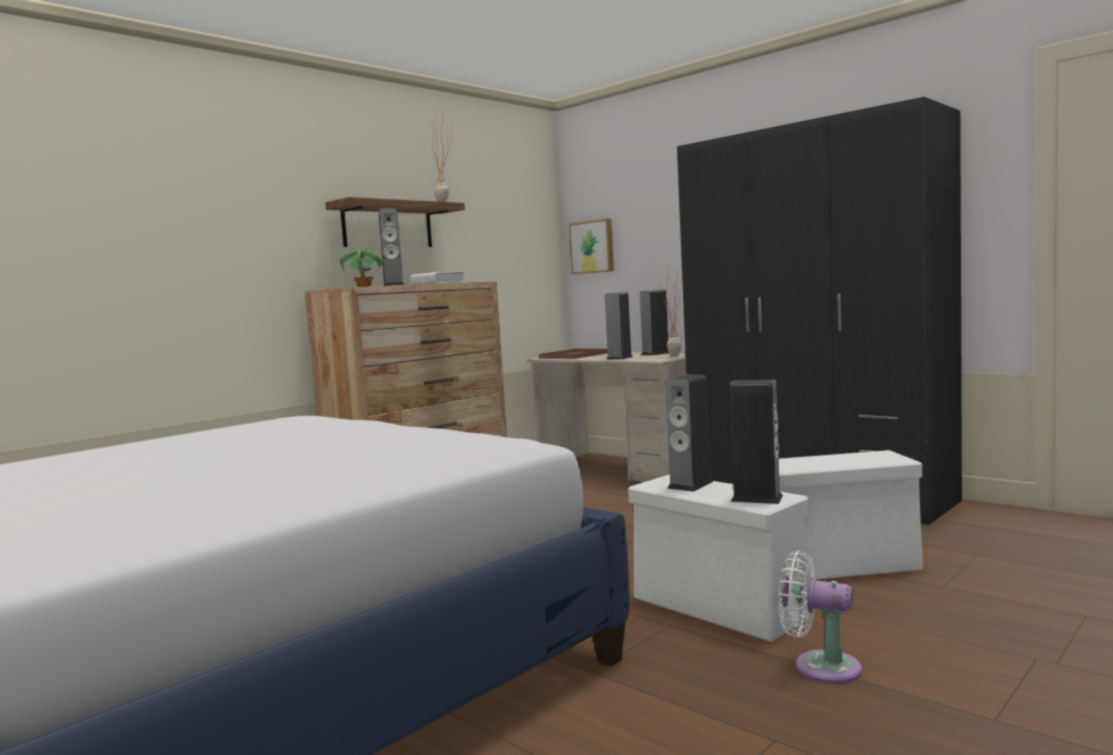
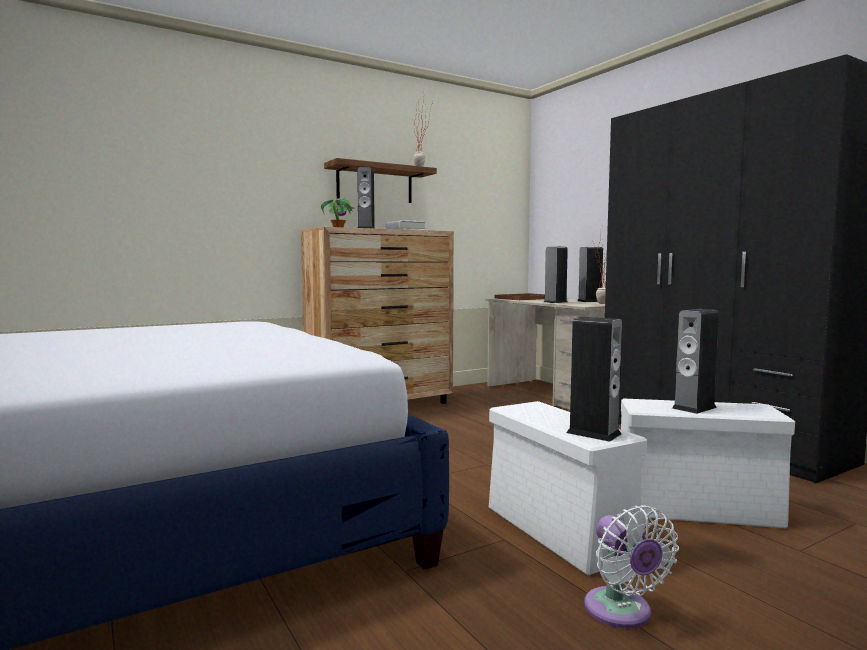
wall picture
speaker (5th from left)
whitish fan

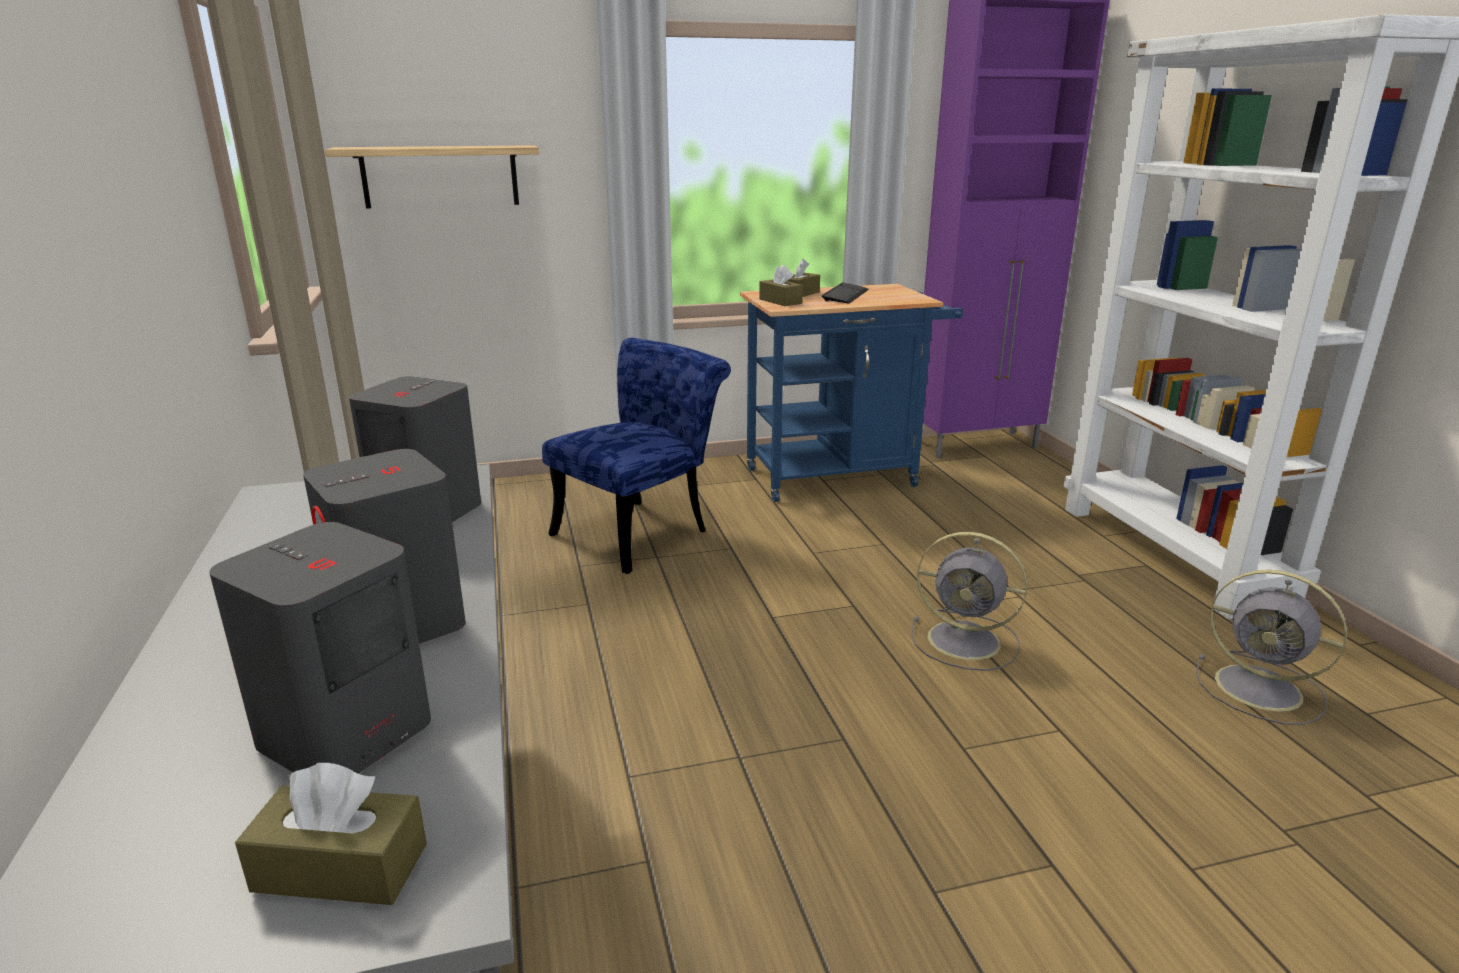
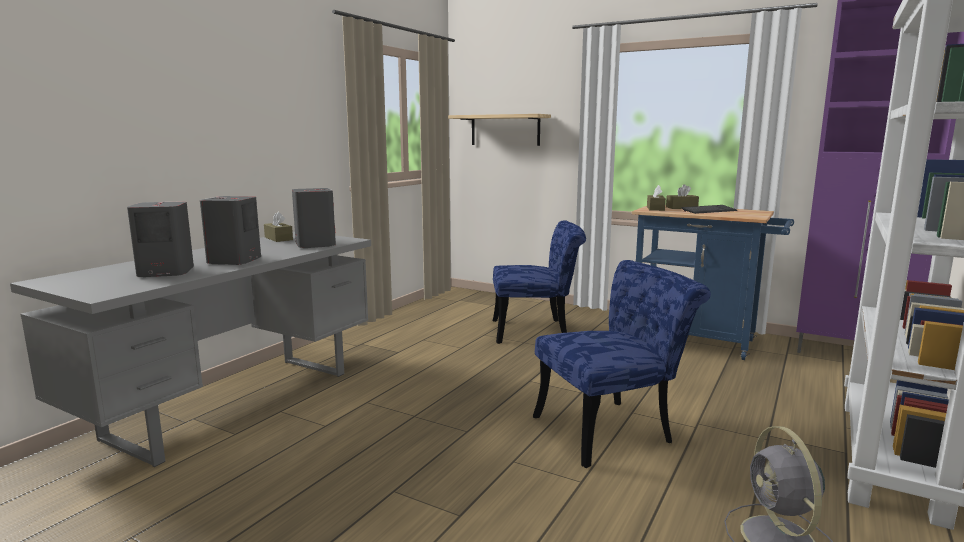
brownish tissue holder (1st from left)
blue chair (2nd from left)

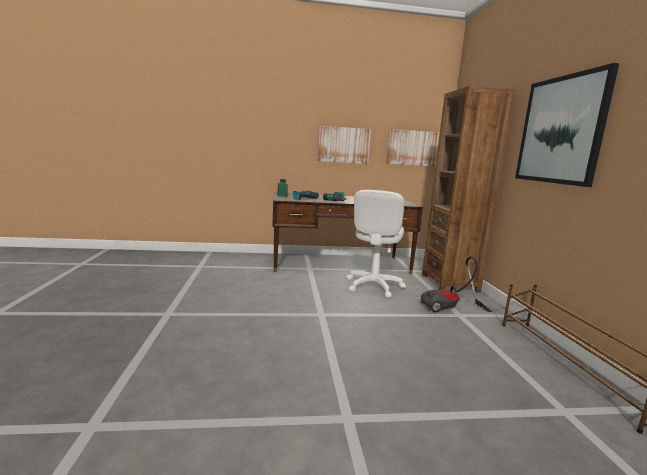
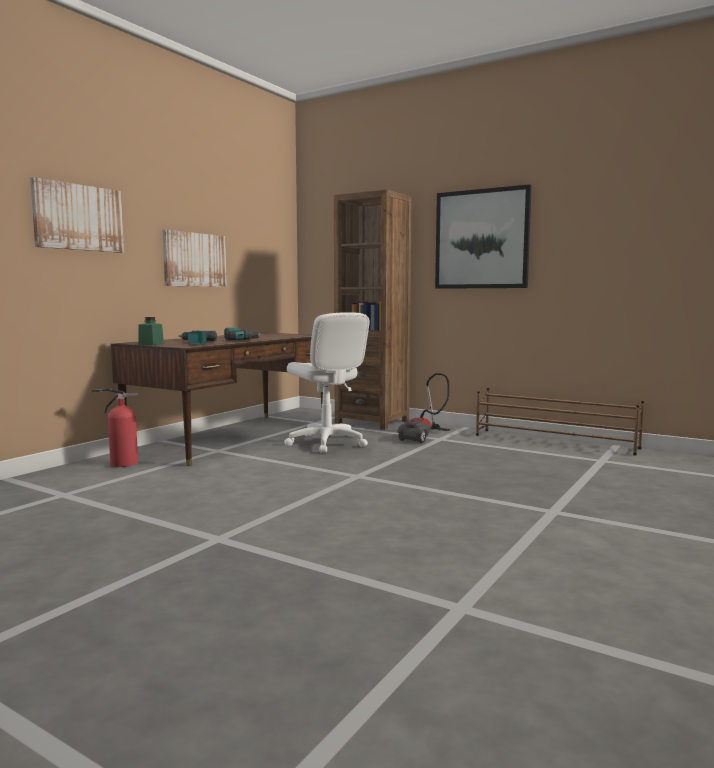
extinguisher
wall picture (1st from left)

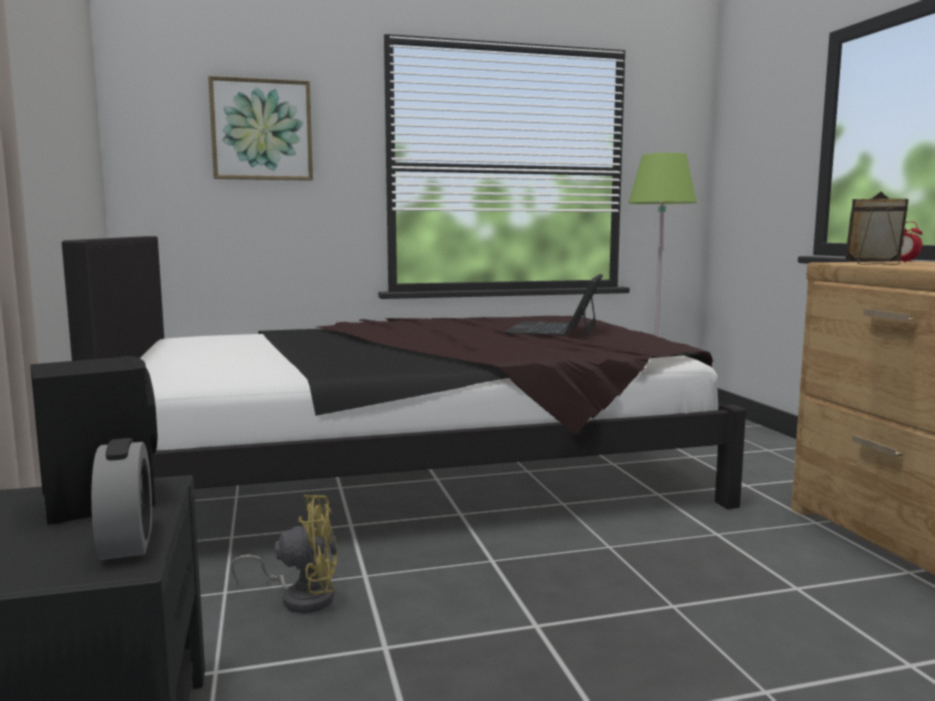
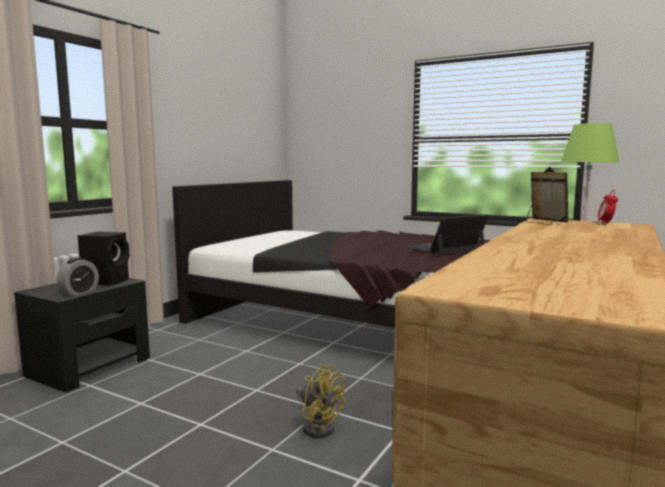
wall picture
yellow fan

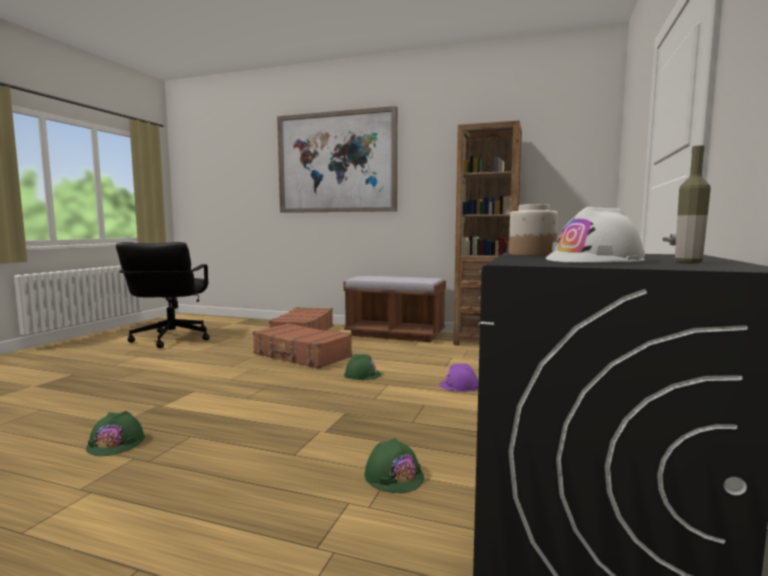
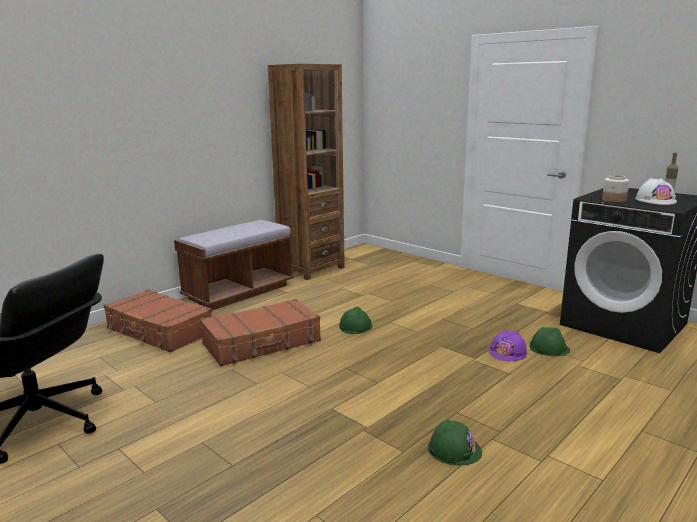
wall picture
purplish work helmet

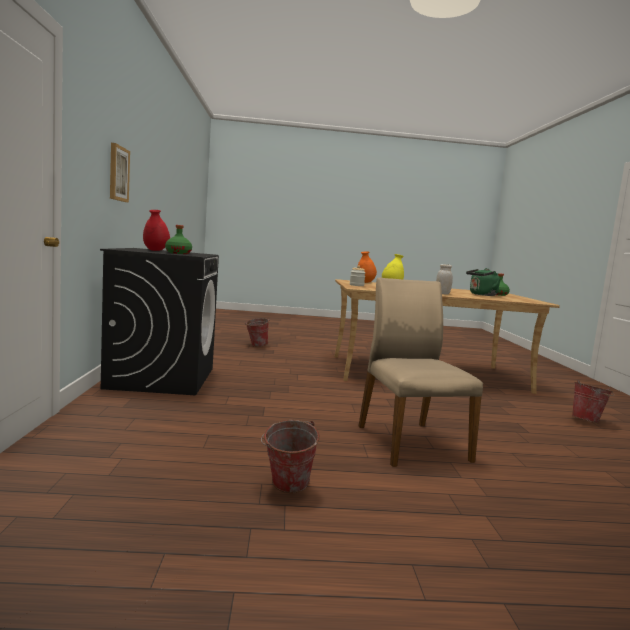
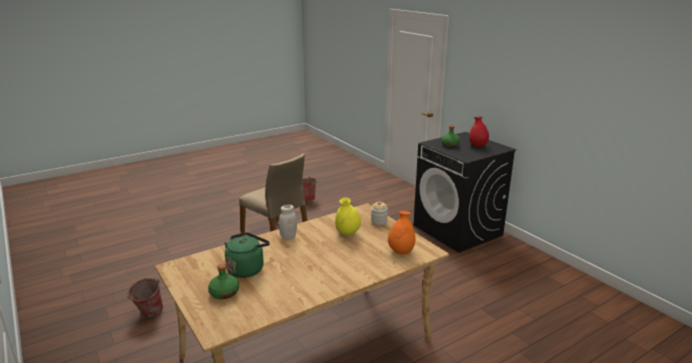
wall picture
pail (1st from left in the first image)

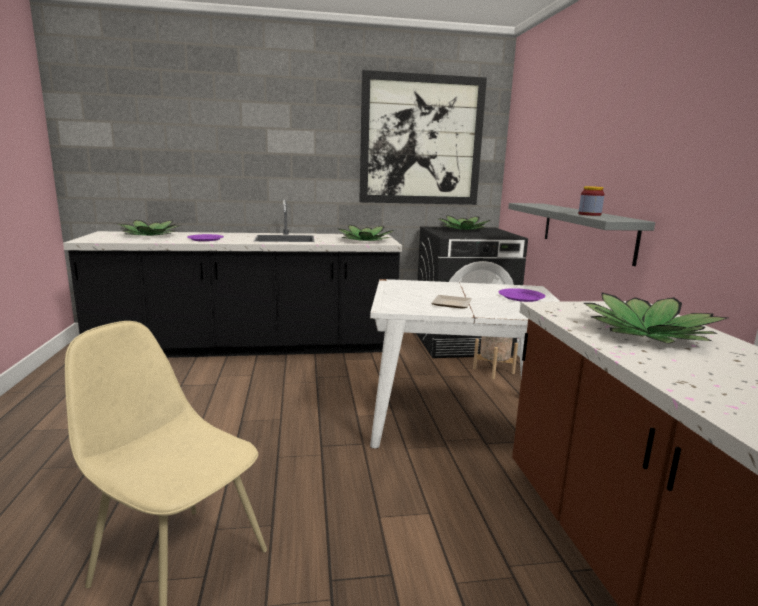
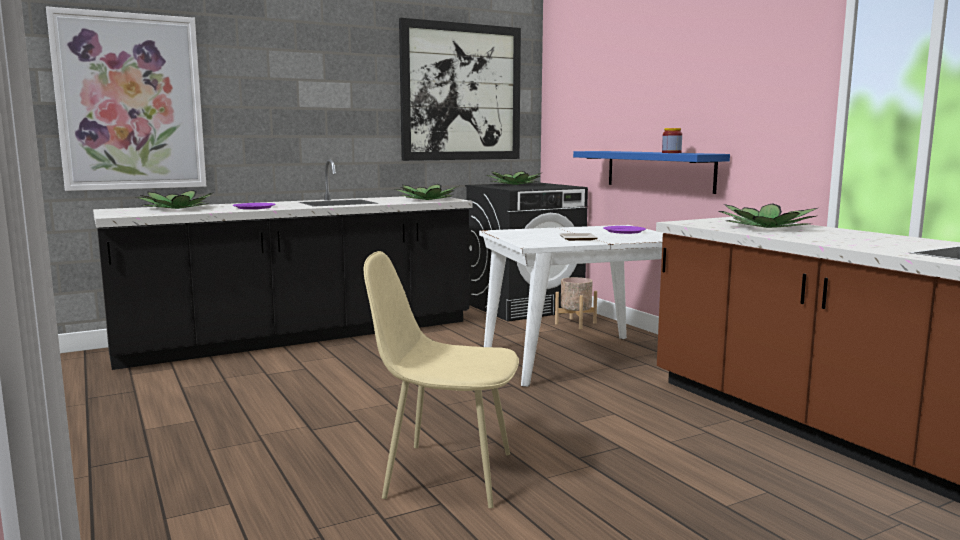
wall picture (1st from left)
blue shelf

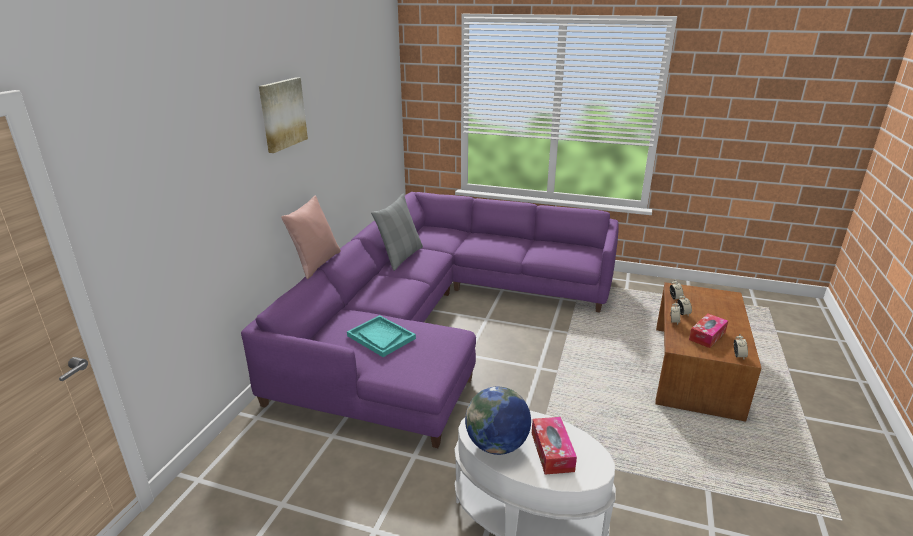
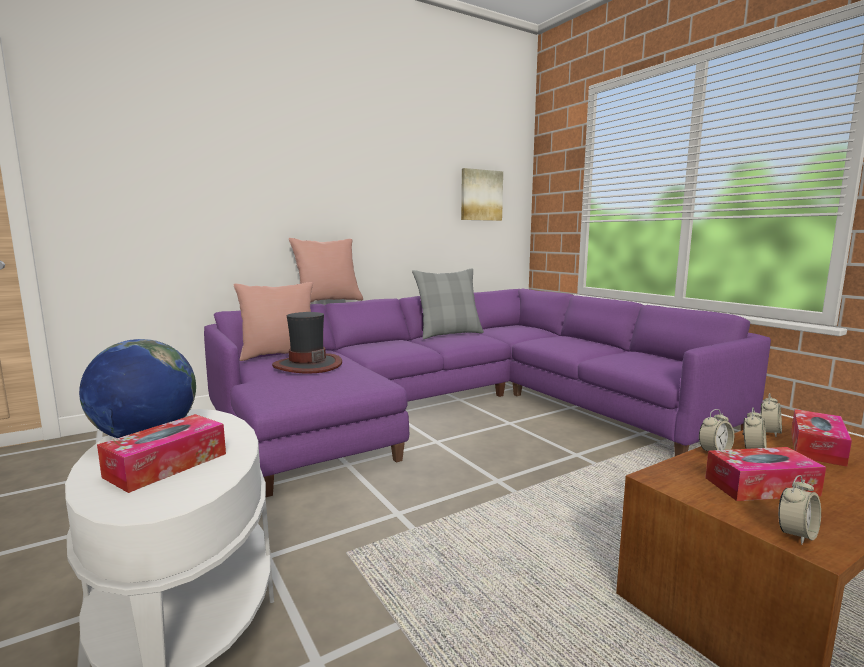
pink cushion (1st from left)
tissue holder (3rd from left)
wall picture
clothing hat

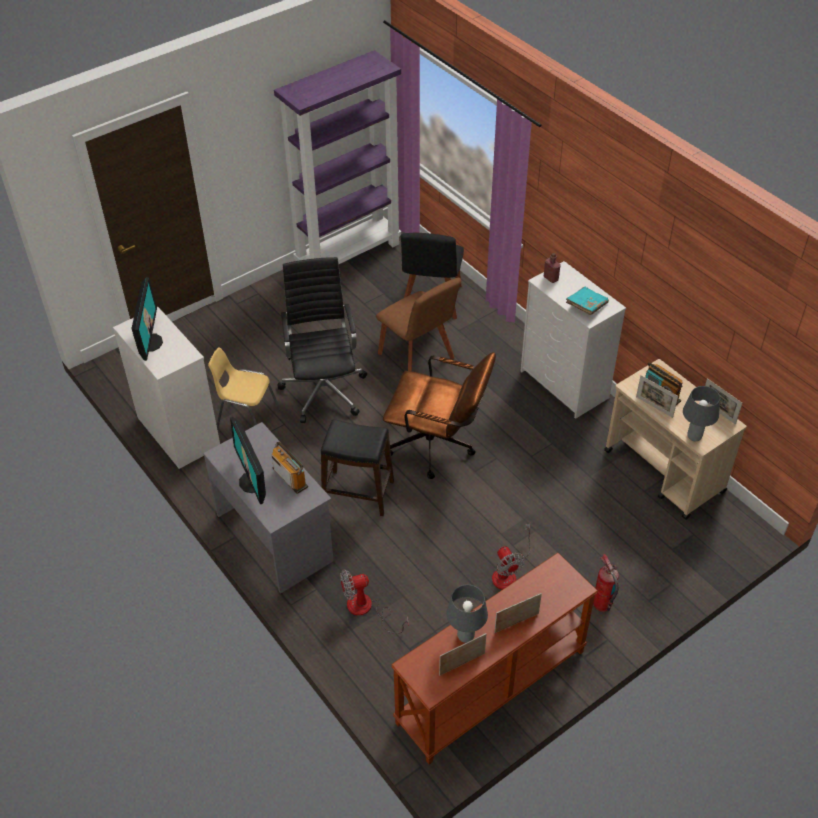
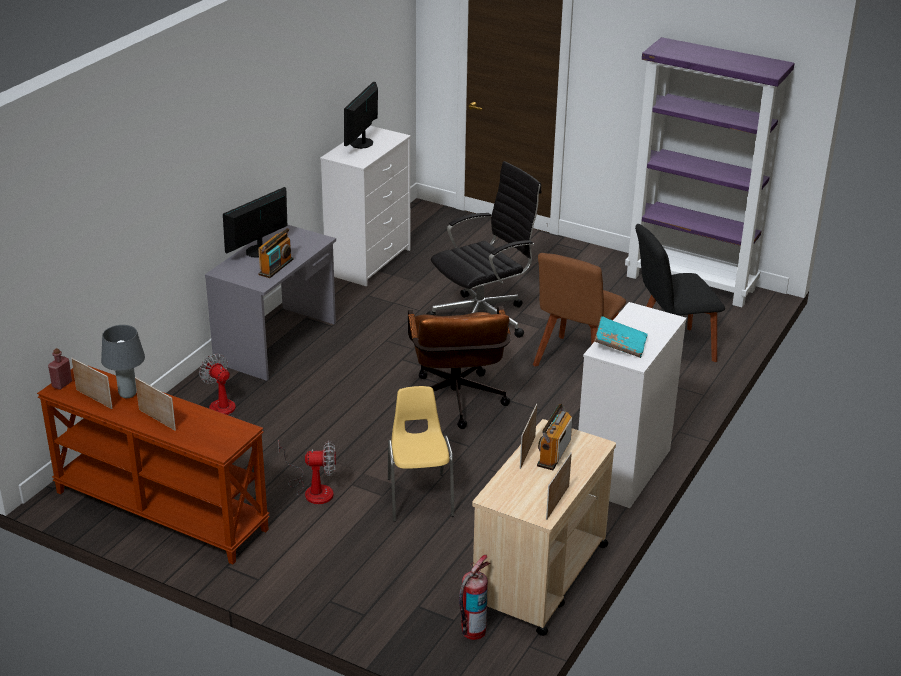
black sitting stool
gray tabletop lamp (2nd from left in the first image)
yellow chair
reddish beverage bottle
extinguisher
computer screen (2nd from left)
fan (2nd from left)

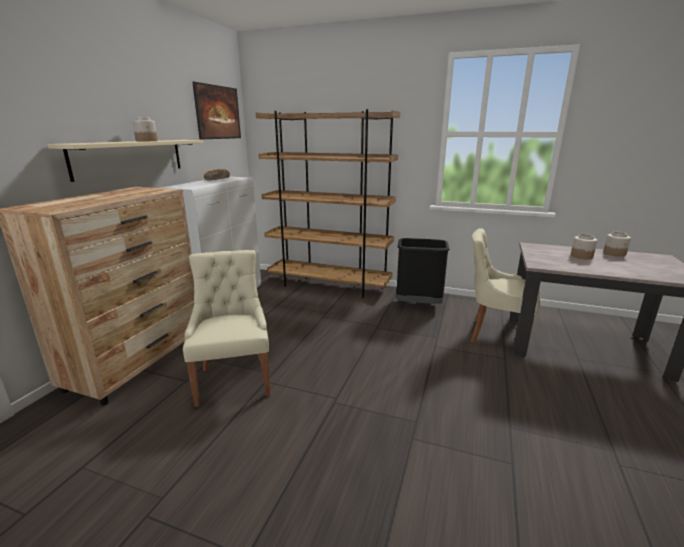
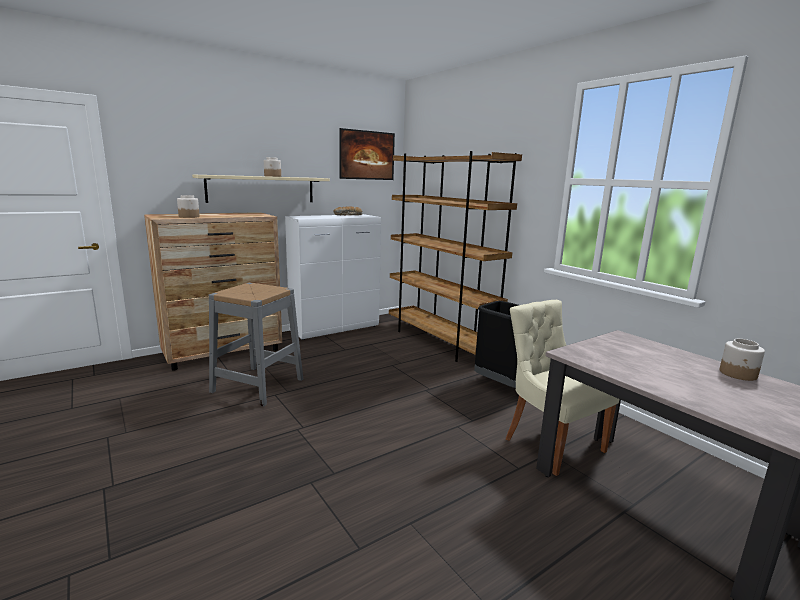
preserve jar (1st from left)
gray sitting stool

